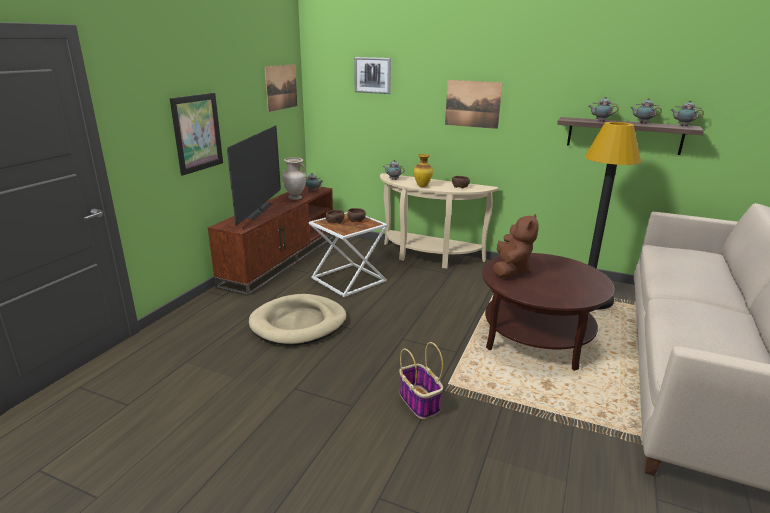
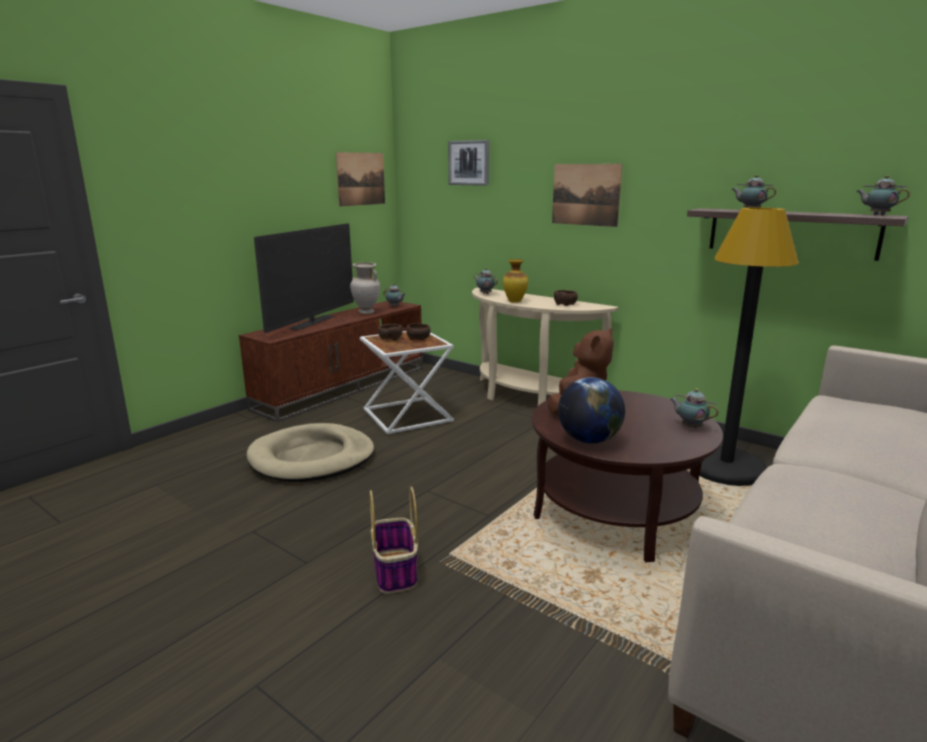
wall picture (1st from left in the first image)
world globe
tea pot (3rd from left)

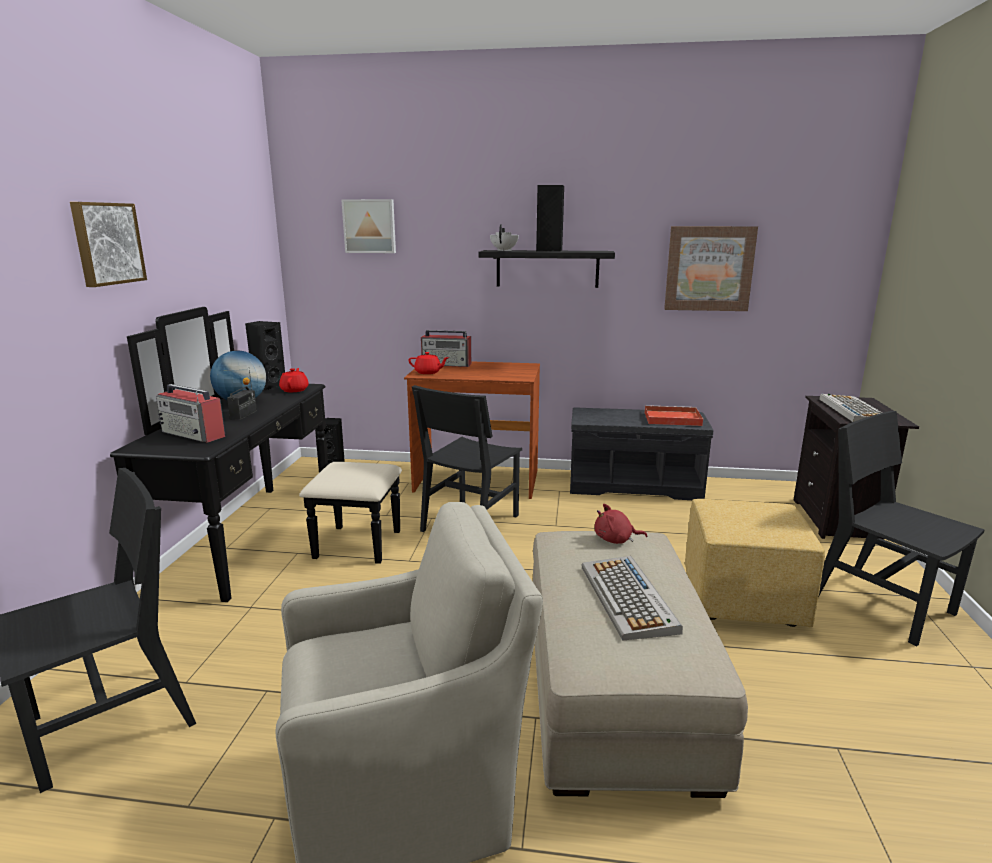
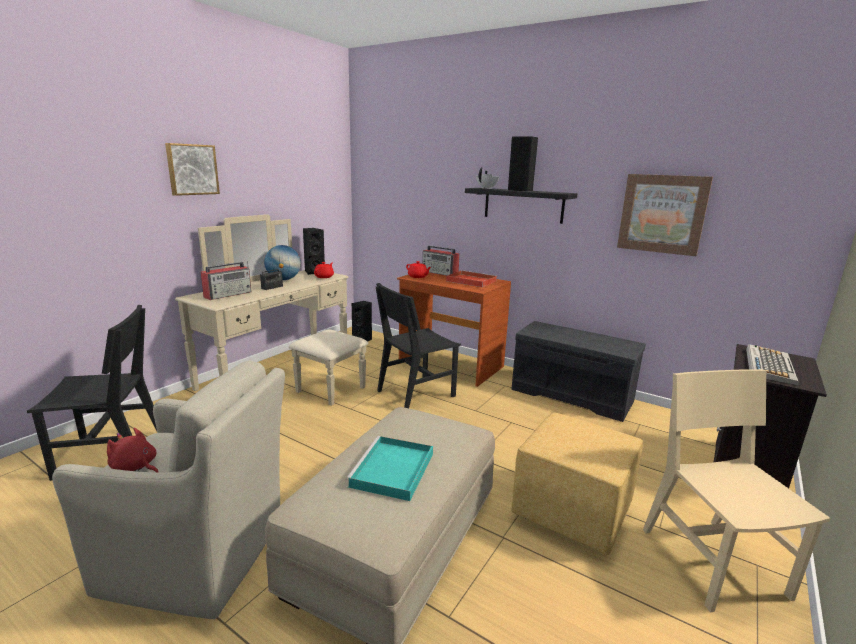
wall picture (2nd from left in the first image)
reddish plush toy
reddish serving tray
turquoise serving tray
beige-coloured chest of drawers
beige-coloured chair
radio receiver (1st from left)

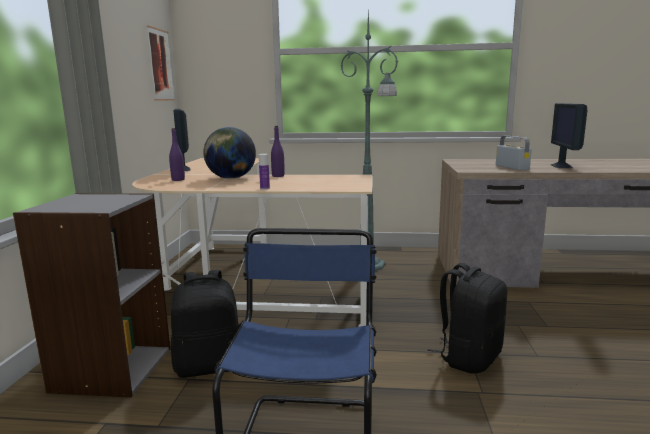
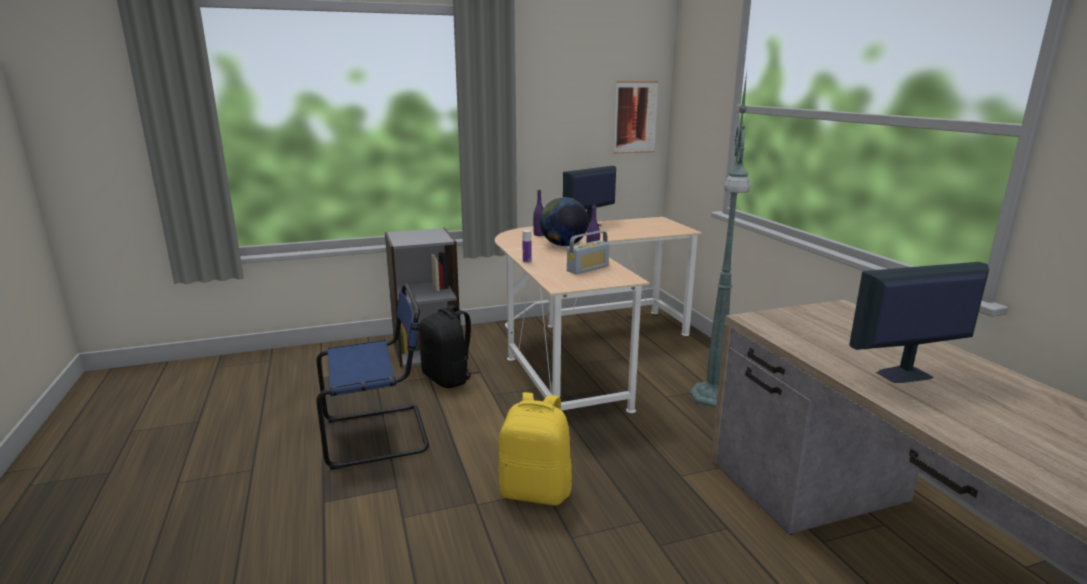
radio receiver
yellow knapsack

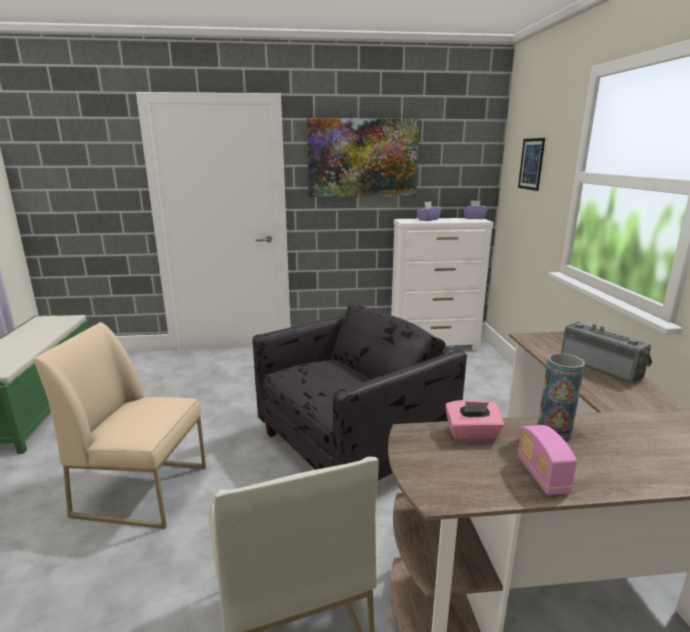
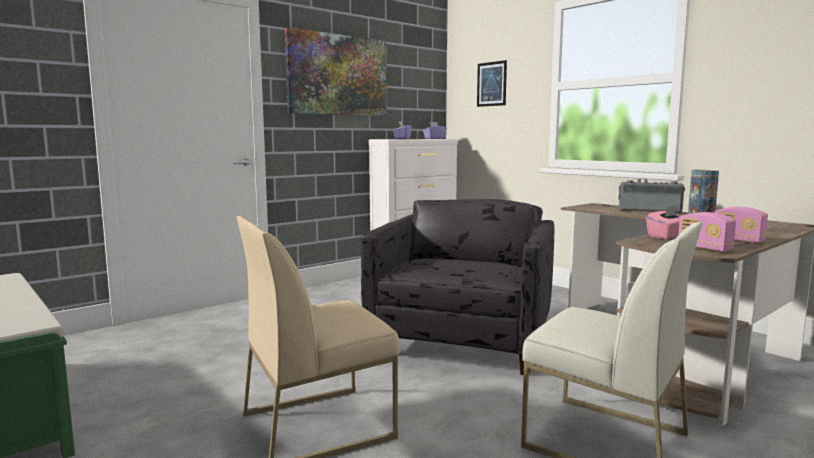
radio receiver (2nd from left)

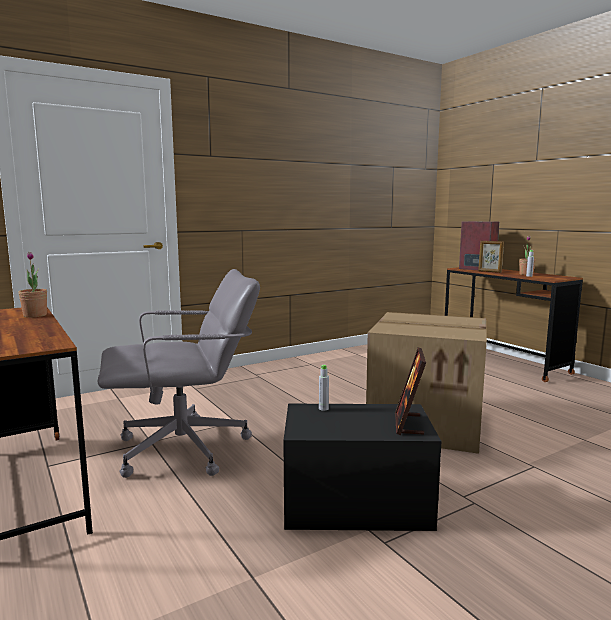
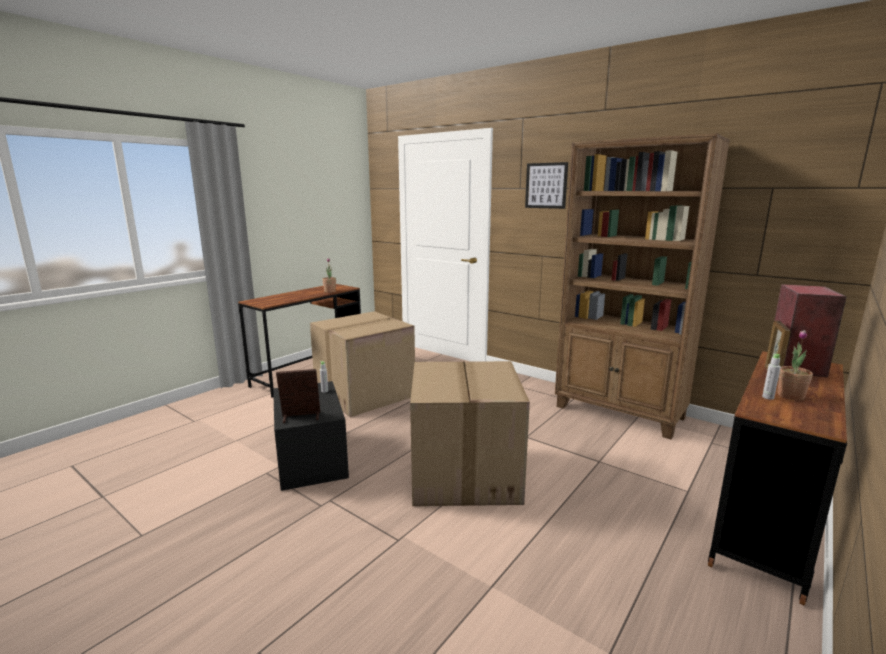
wall picture
brownish bookcase
packing box (1st from left)

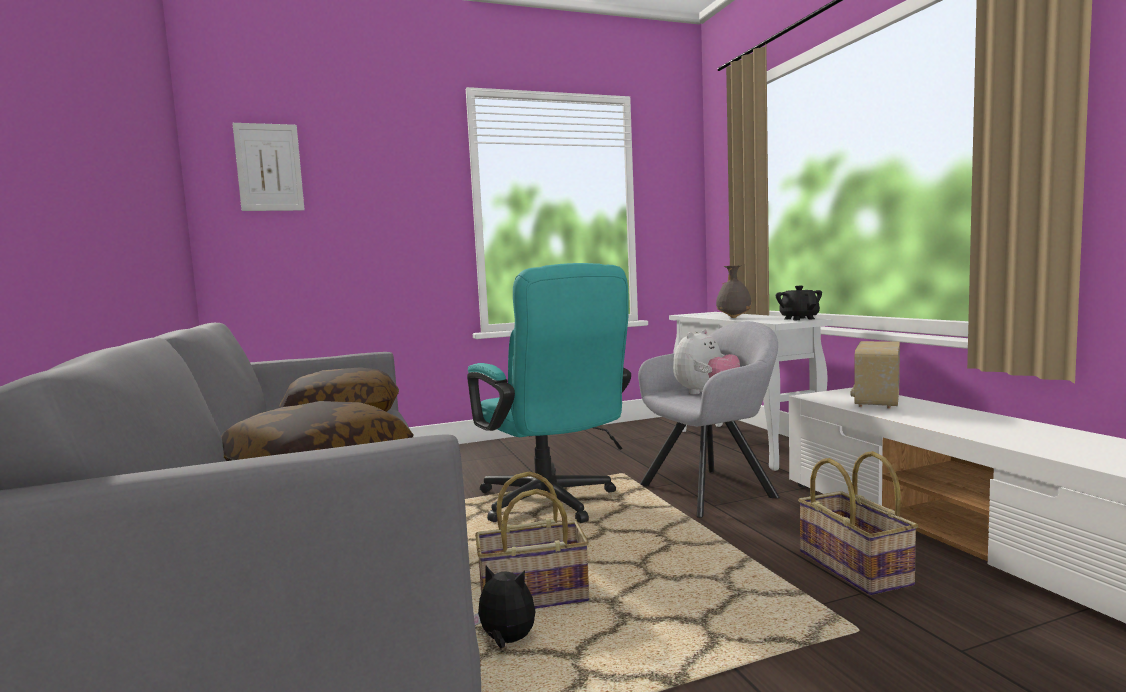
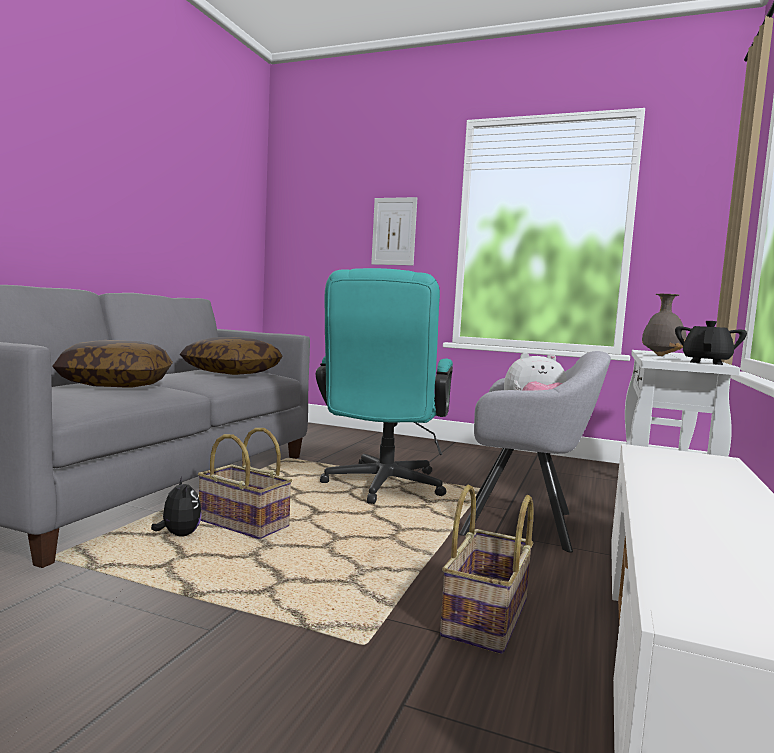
radio receiver
wall picture

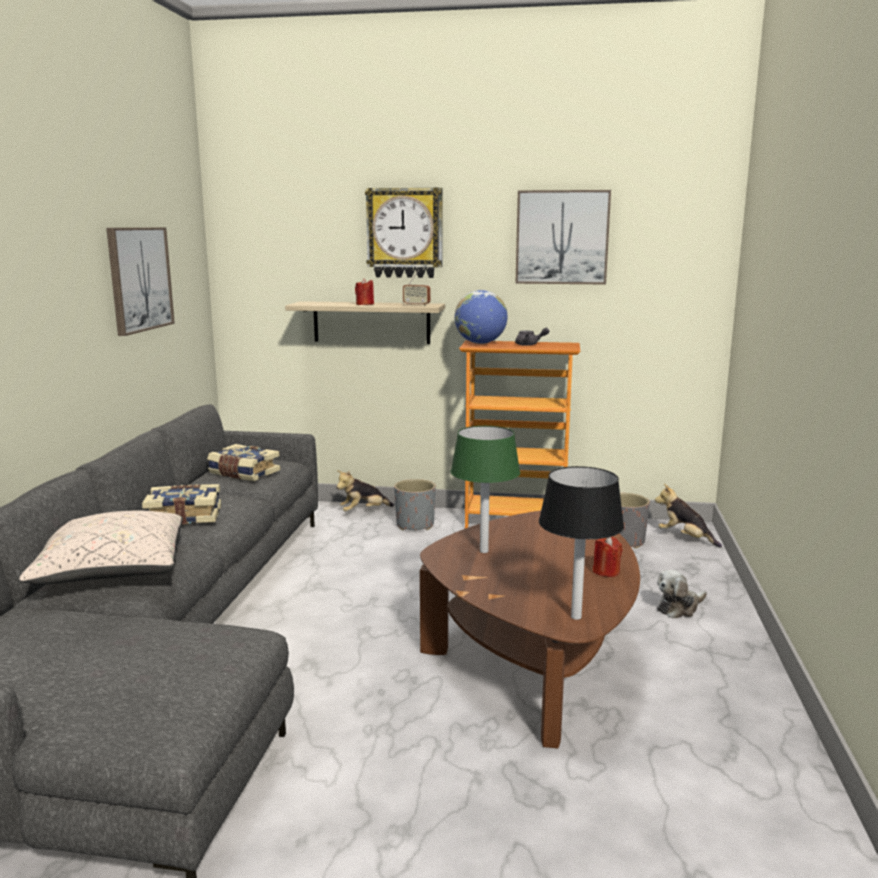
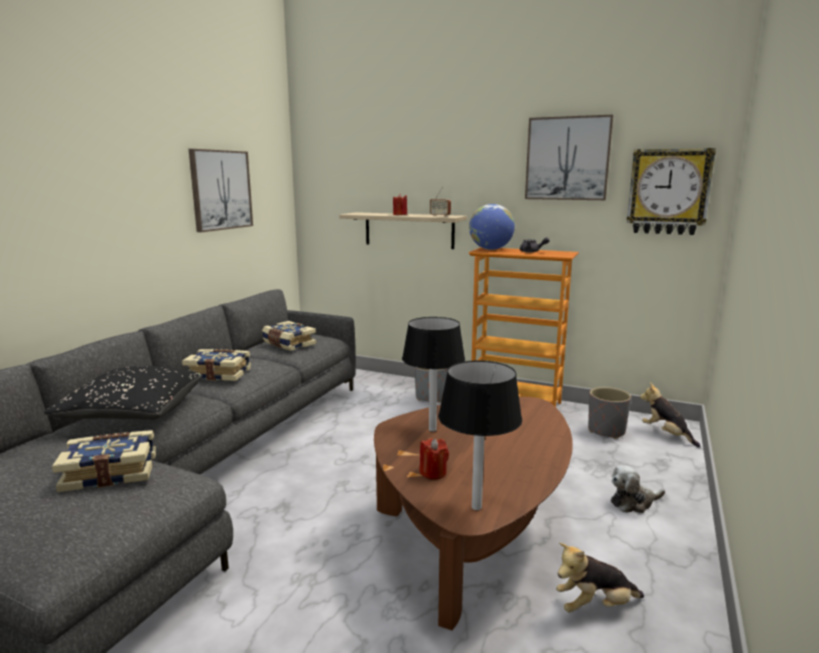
volume (1st from left)
plush toy (1st from left)
clock on the wall
reddish wax light (2nd from left)
black cushion
black tabletop lamp (1st from left)

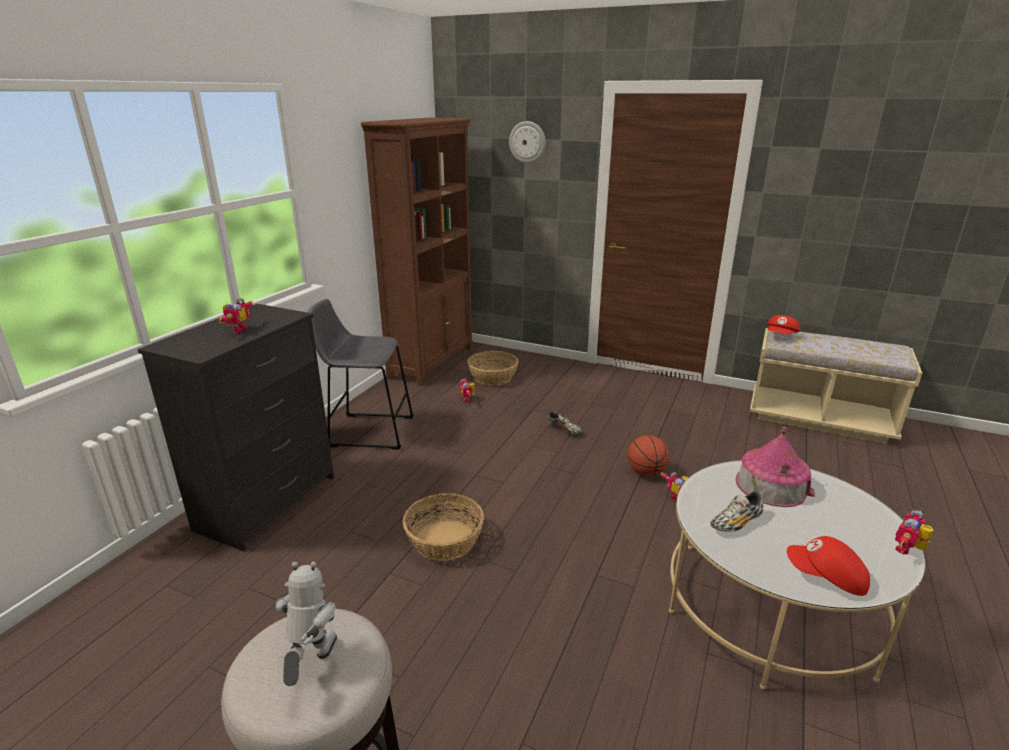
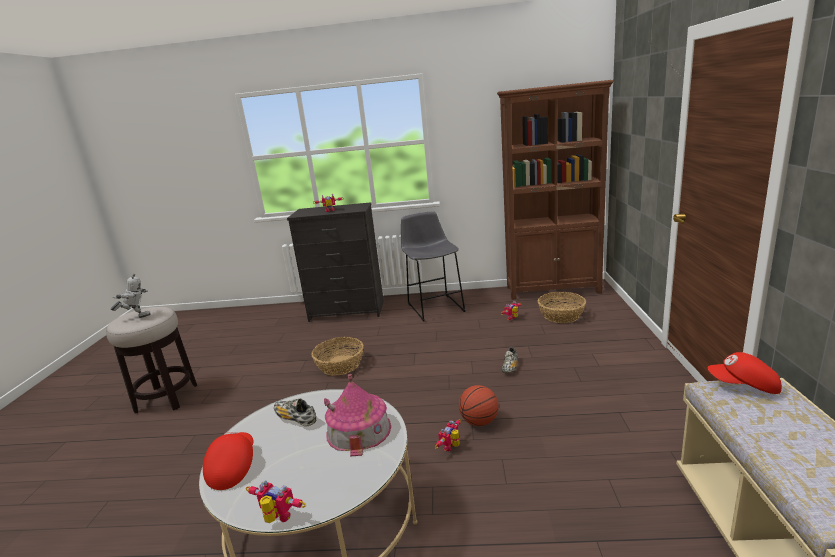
clock on the wall

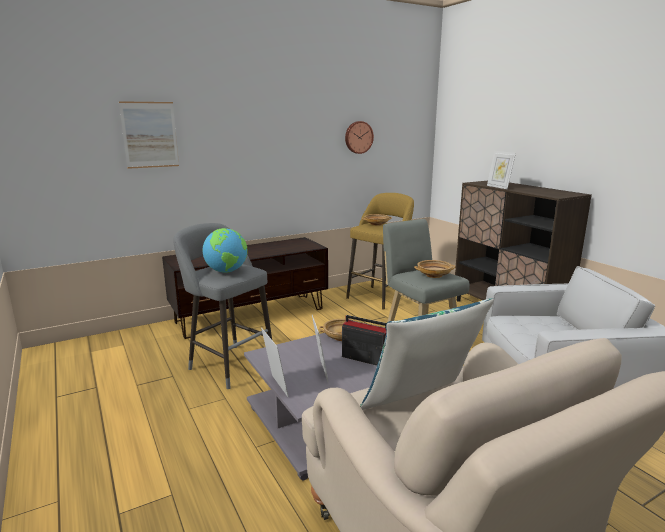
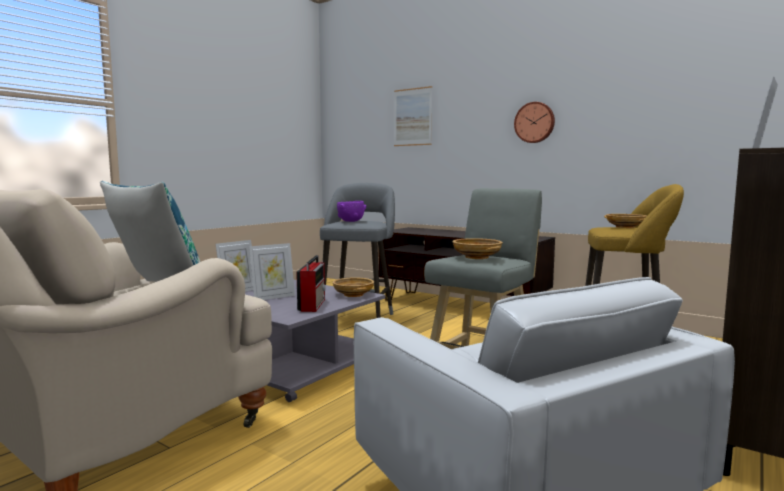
clock on the wall
purplish deep dish

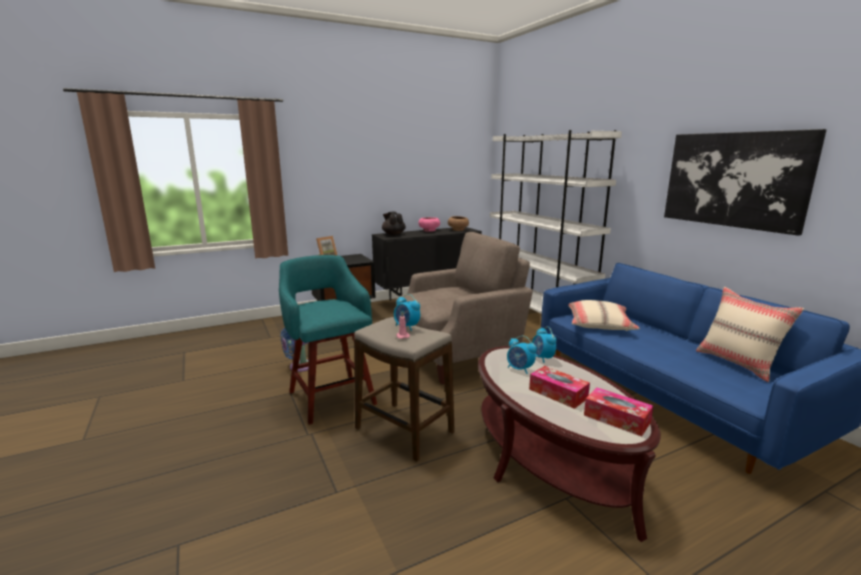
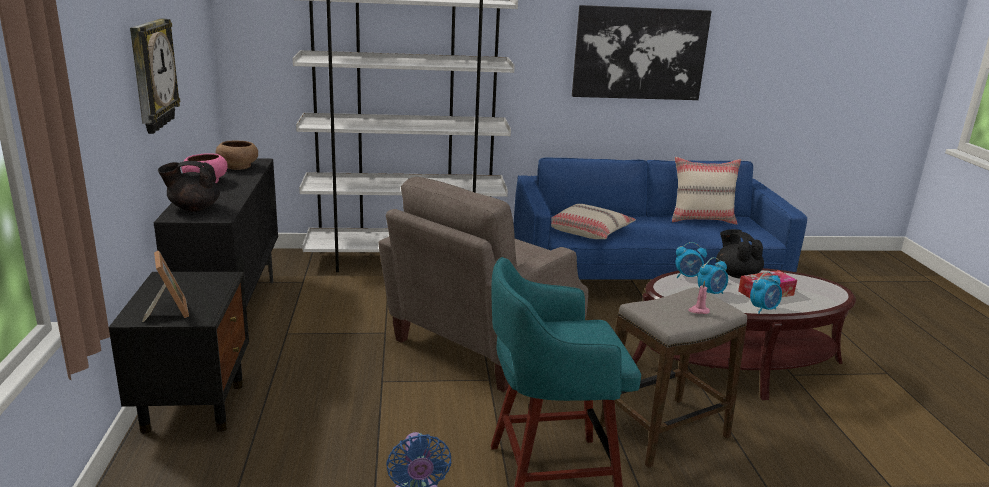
tissue holder (2nd from left in the first image)
clock on the wall
black tea pot (2nd from left)
bedside clock (3rd from left)
beige-coloured lounge chair

